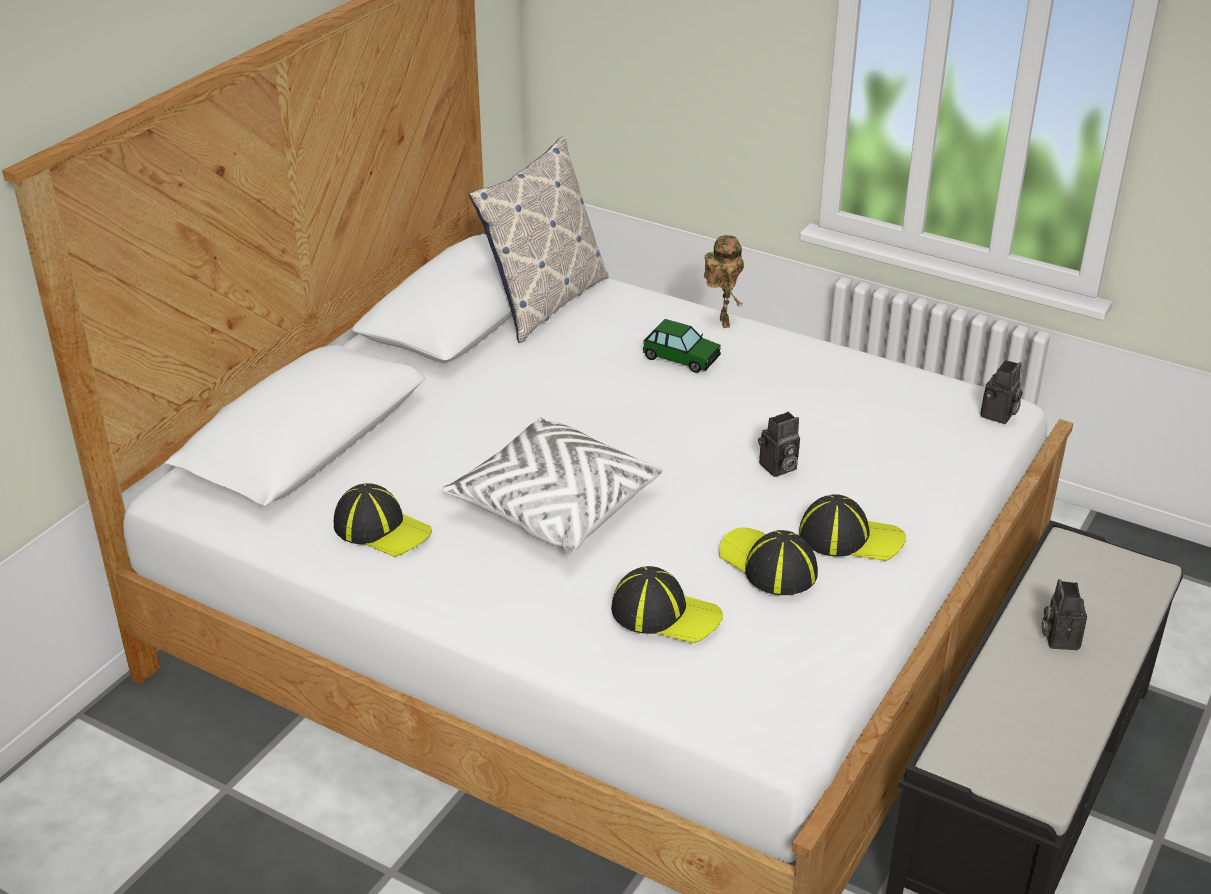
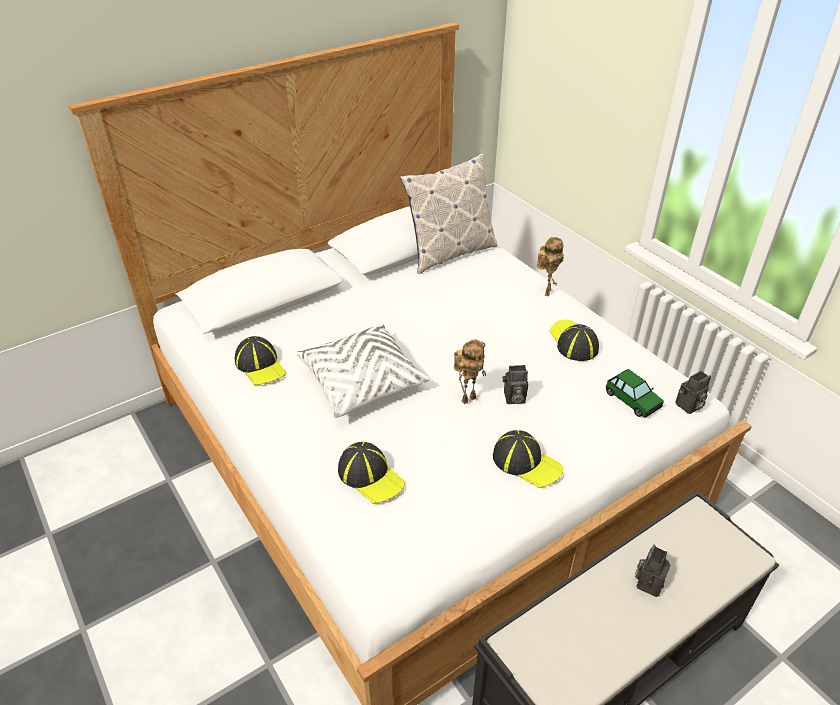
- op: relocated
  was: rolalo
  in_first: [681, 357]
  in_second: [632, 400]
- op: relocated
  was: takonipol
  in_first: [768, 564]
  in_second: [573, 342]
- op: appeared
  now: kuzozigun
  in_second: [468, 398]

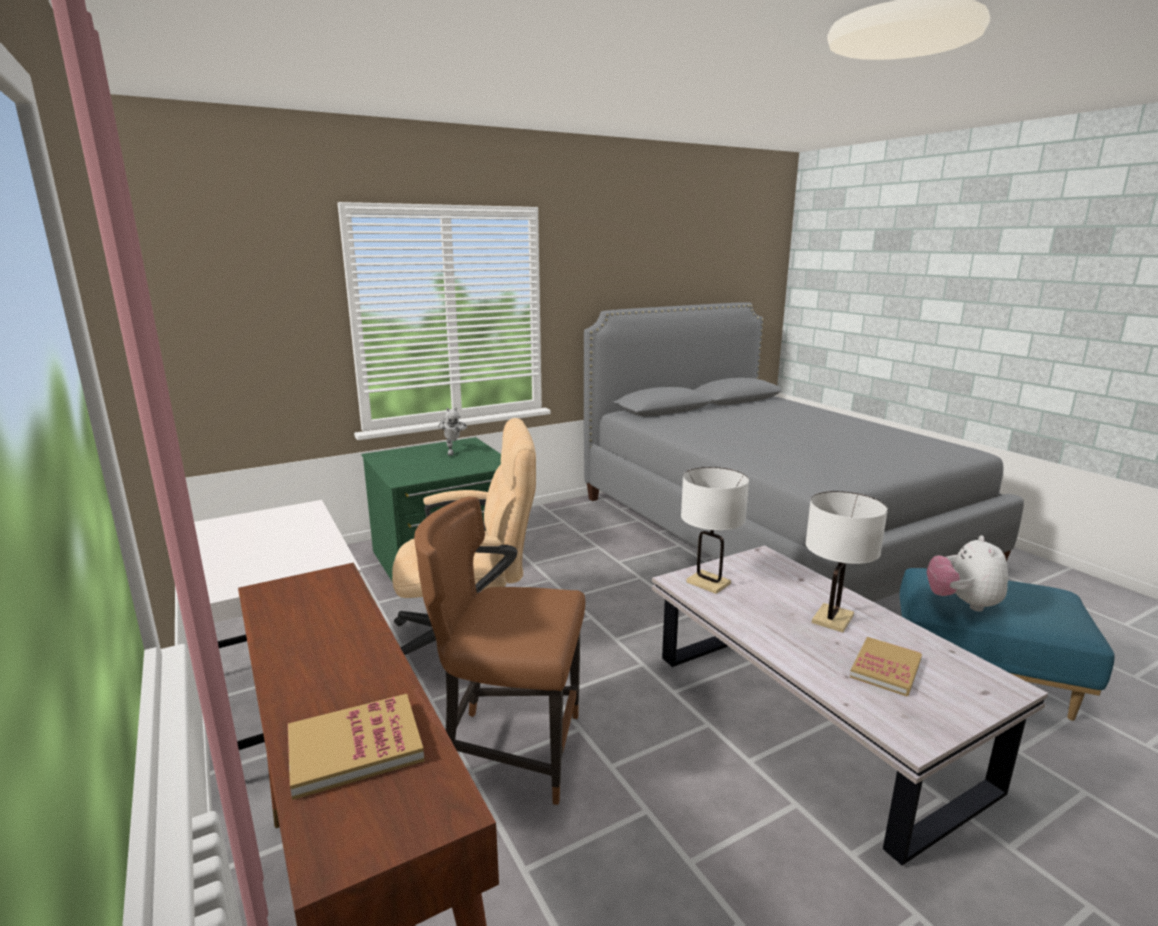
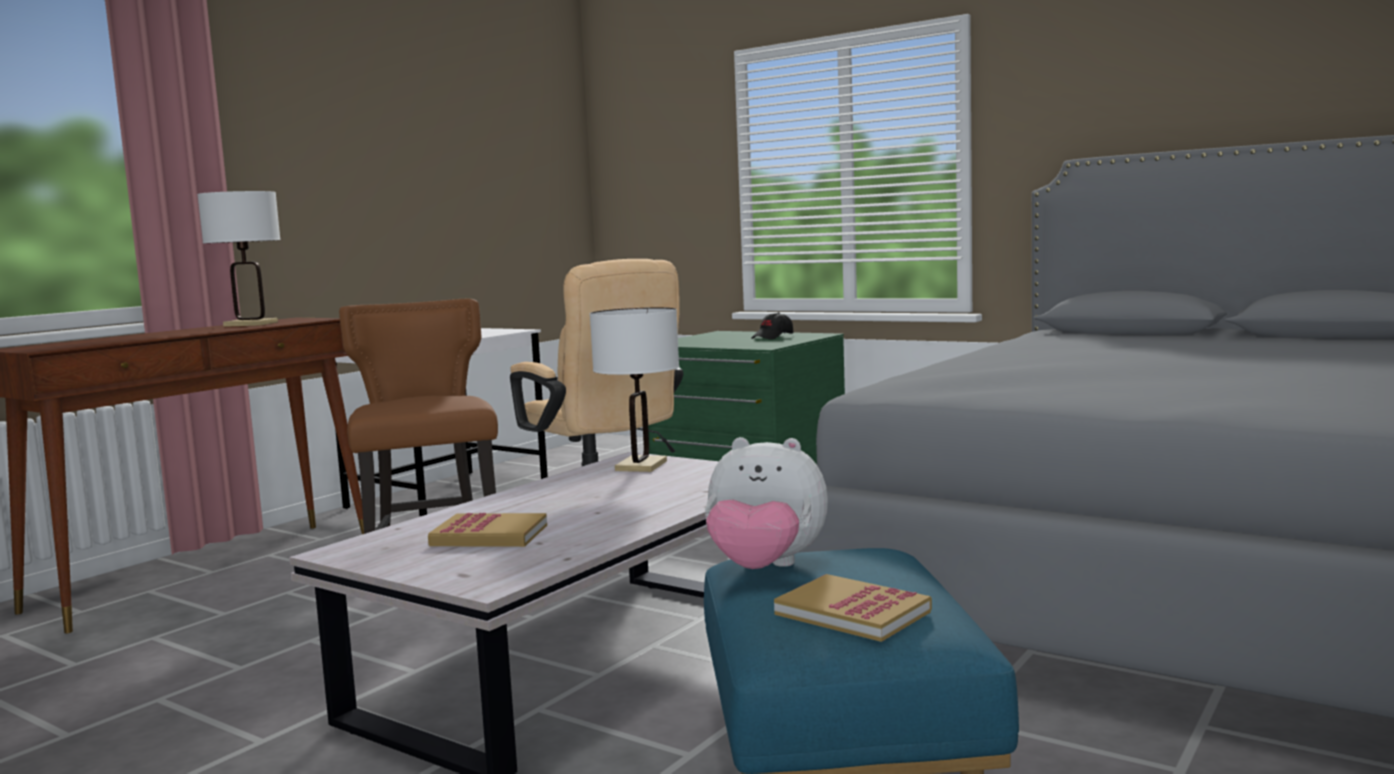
- op: exchanged
  was: kuzozigun
  now: black_takonipol
  in_first: [453, 452]
  in_second: [773, 337]
- op: relocated
  was: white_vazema
  in_first: [832, 619]
  in_second: [251, 324]
- op: spun
  was: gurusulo
  in_first: [962, 603]
  in_second: [765, 568]
  clockwise: -150
- op: relocated
  was: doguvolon
  in_first: [355, 747]
  in_second: [852, 613]

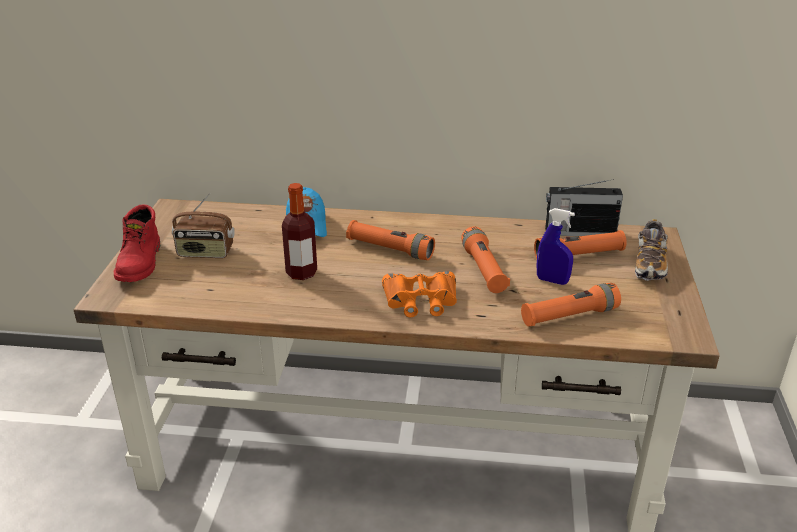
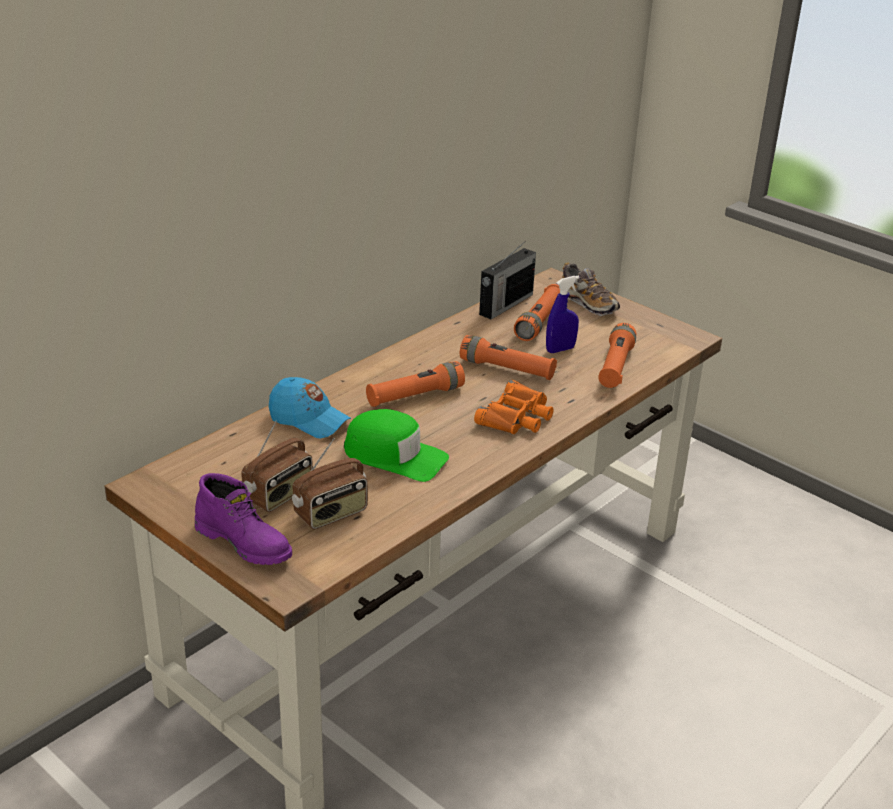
- op: exchanged
  was: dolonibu
  now: green_takonipol
  in_first: [301, 273]
  in_second: [395, 456]
- op: colour
  was: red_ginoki
  now: purple_ginoki
  in_first: [141, 263]
  in_second: [245, 542]
- op: appeared
  now: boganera
  in_second: [331, 514]

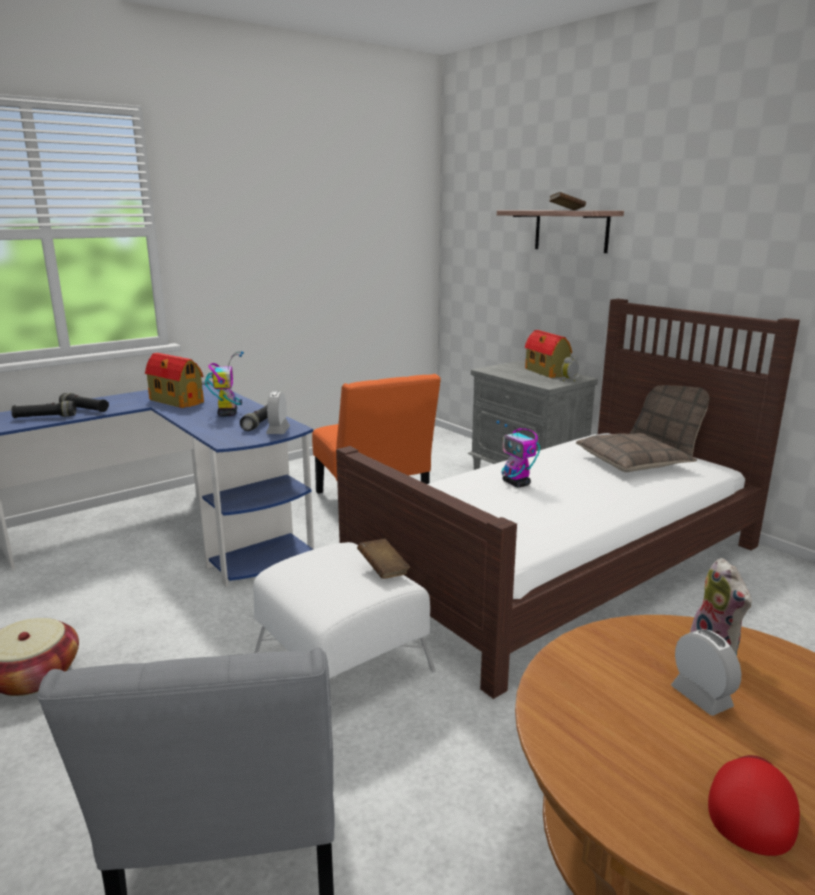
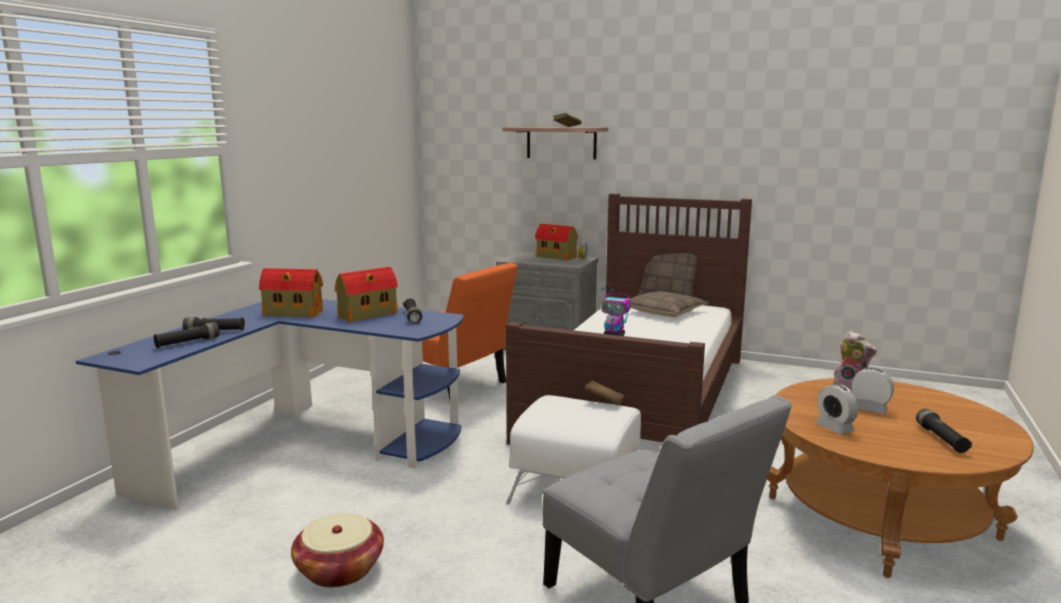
- op: exchanged
  was: kuzozigun
  now: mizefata
  in_first: [227, 413]
  in_second: [366, 315]
- op: relocated
  was: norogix
  in_first: [278, 431]
  in_second: [834, 428]
- op: exchanged
  was: red_takonipol
  now: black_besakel
  in_first: [753, 804]
  in_second: [941, 439]

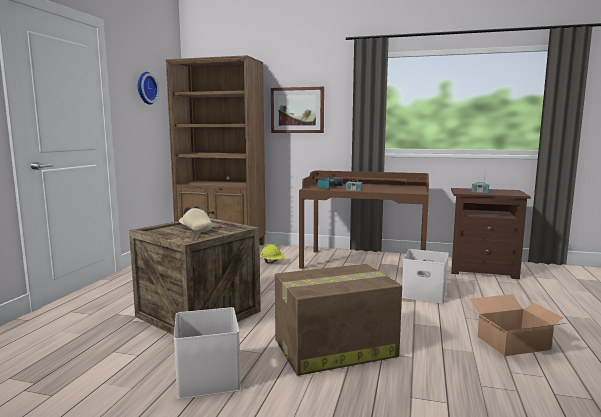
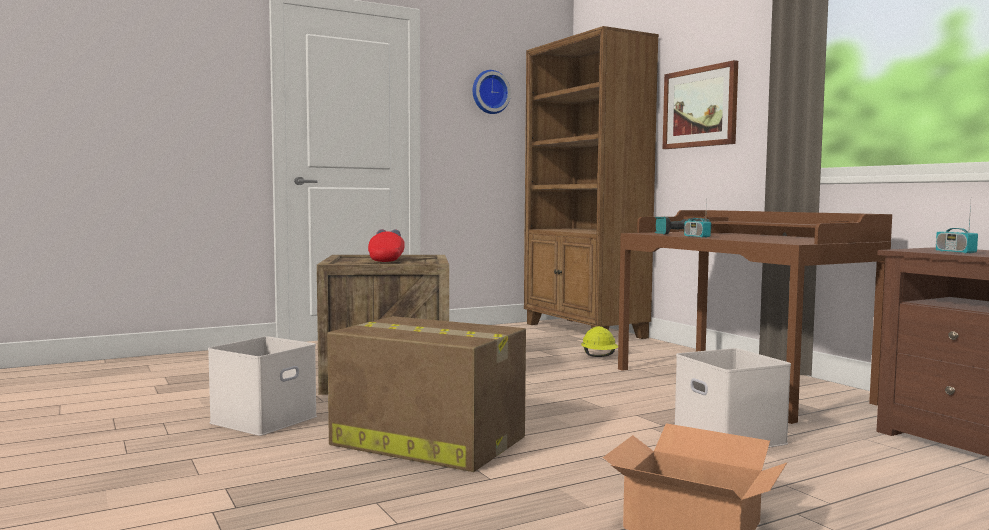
- op: colour
  was: beige_takonipol
  now: red_takonipol
  in_first: [195, 229]
  in_second: [386, 260]

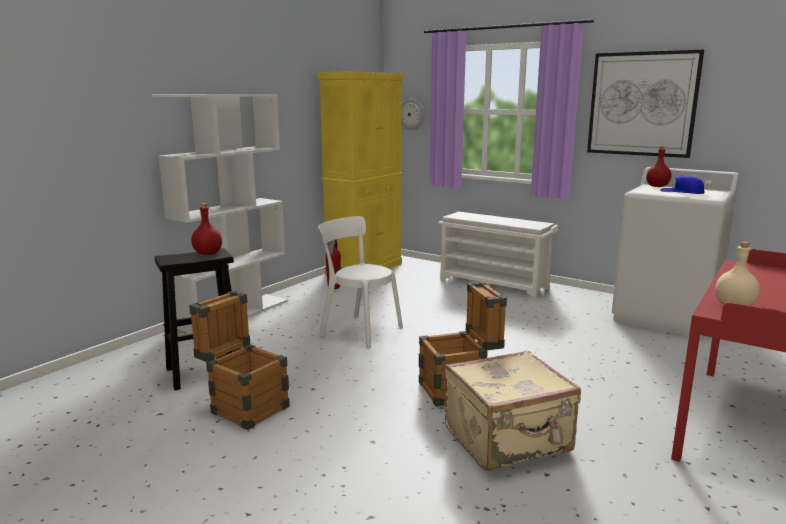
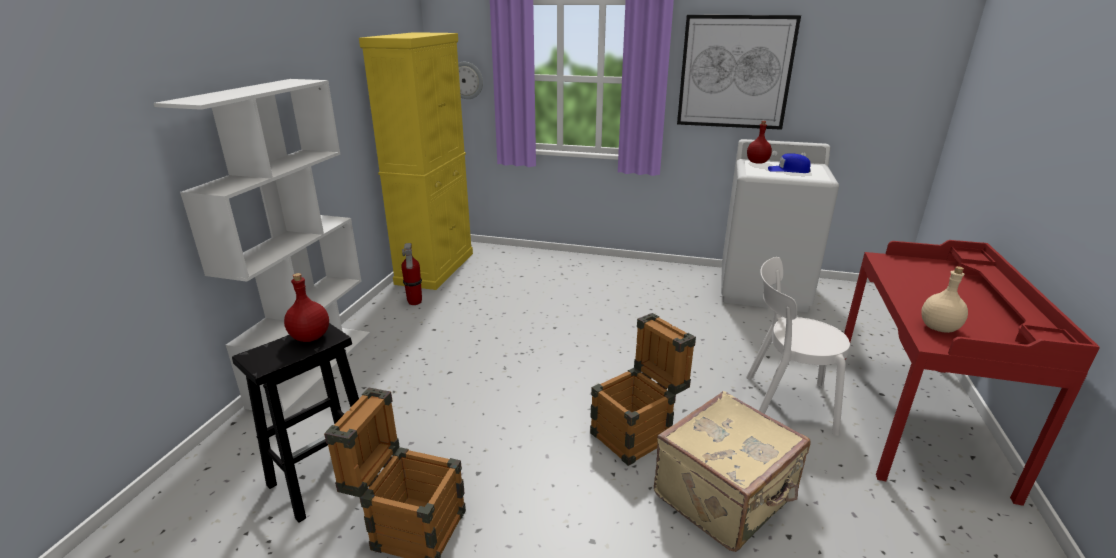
- op: missing
  was: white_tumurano
  in_first: [494, 283]
- op: relocated
  was: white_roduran
  in_first: [358, 330]
  in_second: [783, 403]

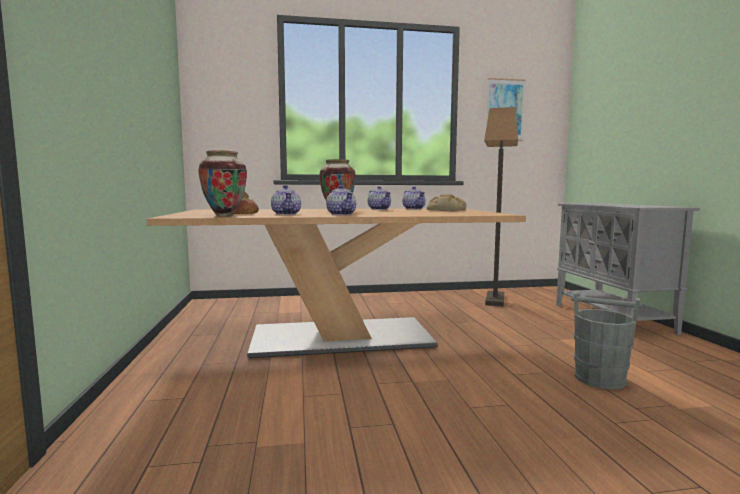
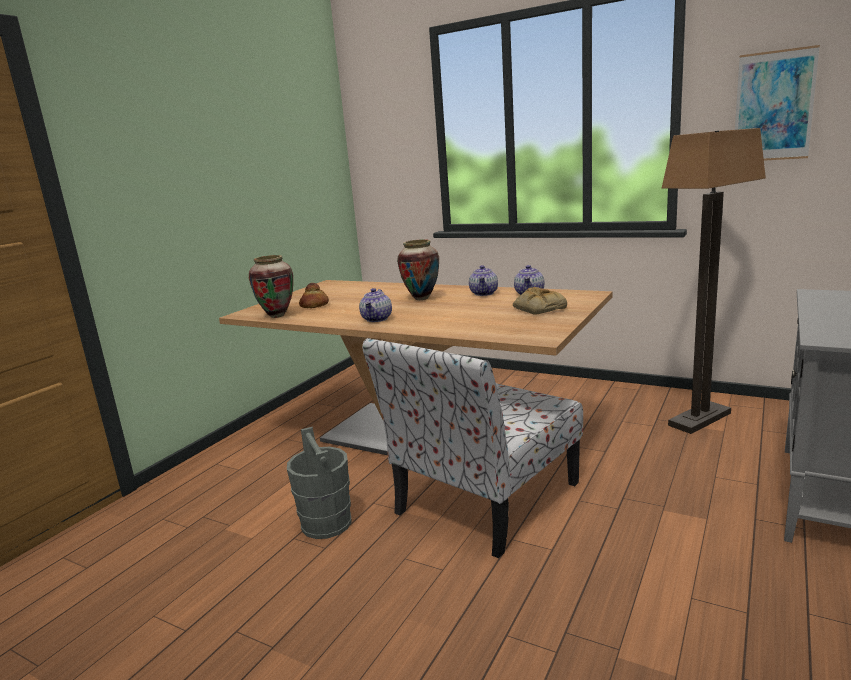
- op: missing
  was: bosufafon
  in_first: [286, 214]
- op: relocated
  was: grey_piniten
  in_first: [599, 379]
  in_second: [326, 523]
- op: appeared
  now: roduran
  in_second: [484, 500]

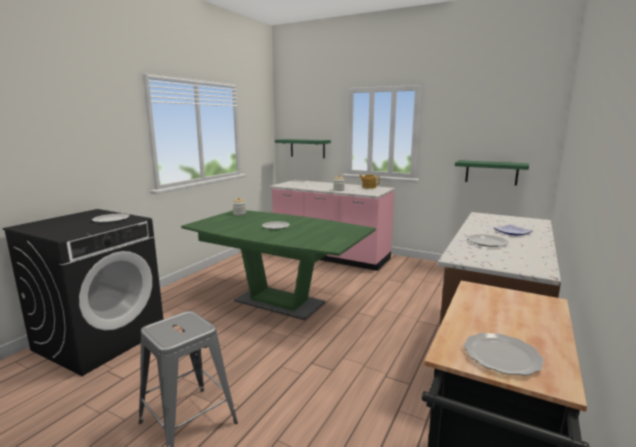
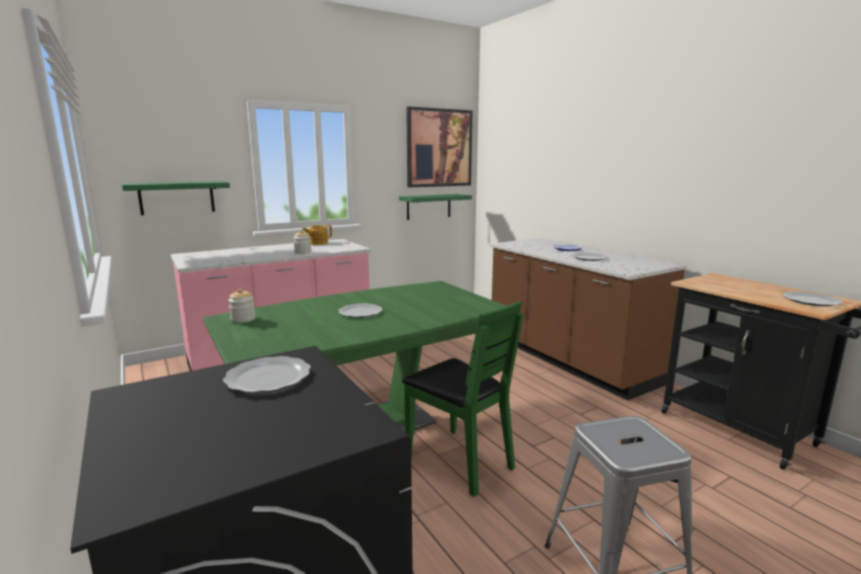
- op: appeared
  now: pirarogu
  in_second: [439, 148]
- op: appeared
  now: green_roduran
  in_second: [459, 461]

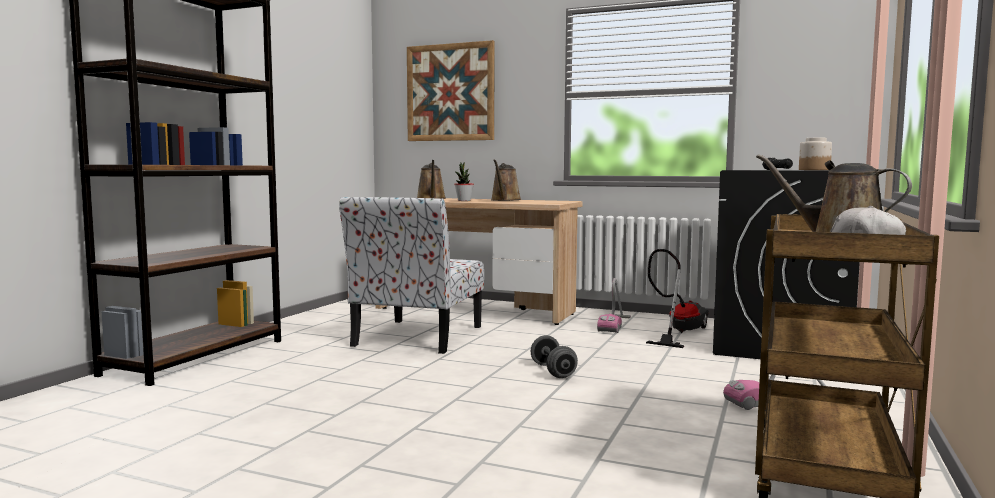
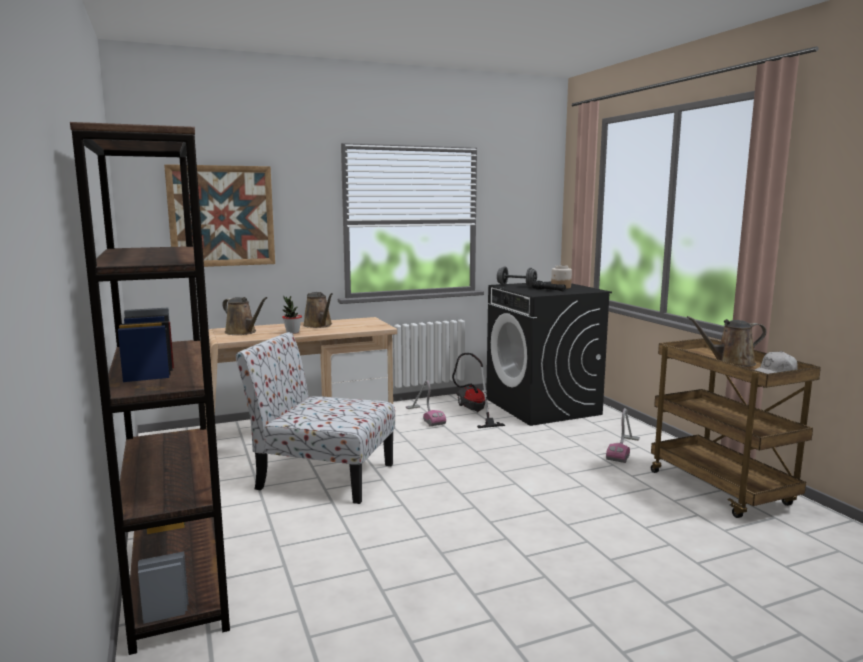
- op: spun
  was: roduran
  in_first: [417, 337]
  in_second: [322, 476]
  clockwise: 135
- op: relocated
  was: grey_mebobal
  in_first: [553, 371]
  in_second: [516, 286]

